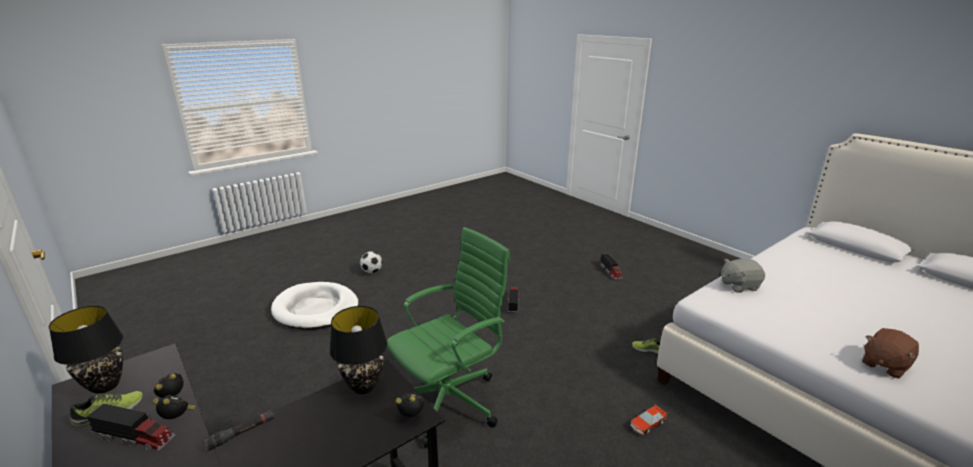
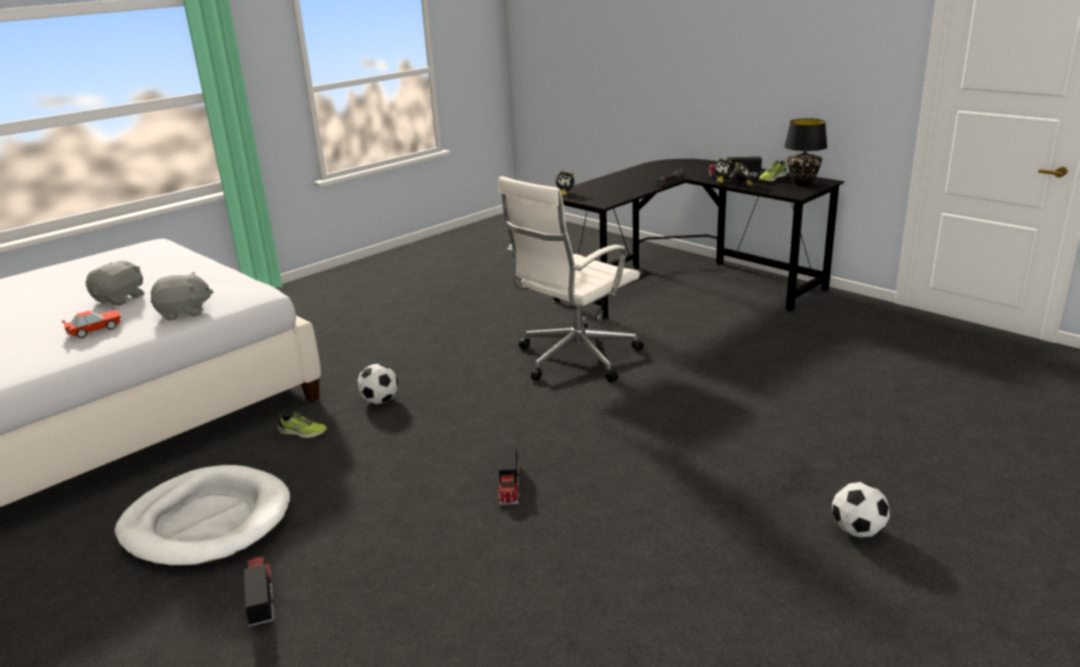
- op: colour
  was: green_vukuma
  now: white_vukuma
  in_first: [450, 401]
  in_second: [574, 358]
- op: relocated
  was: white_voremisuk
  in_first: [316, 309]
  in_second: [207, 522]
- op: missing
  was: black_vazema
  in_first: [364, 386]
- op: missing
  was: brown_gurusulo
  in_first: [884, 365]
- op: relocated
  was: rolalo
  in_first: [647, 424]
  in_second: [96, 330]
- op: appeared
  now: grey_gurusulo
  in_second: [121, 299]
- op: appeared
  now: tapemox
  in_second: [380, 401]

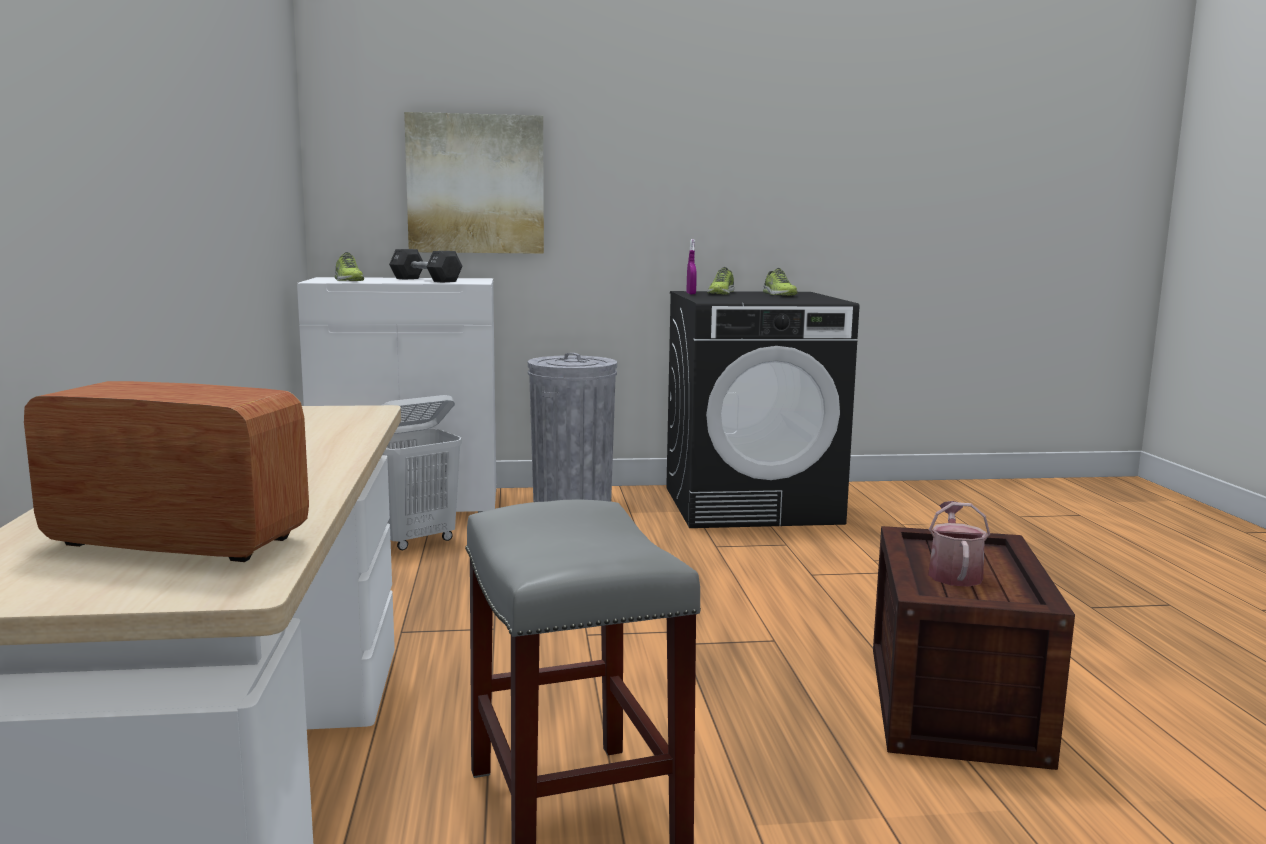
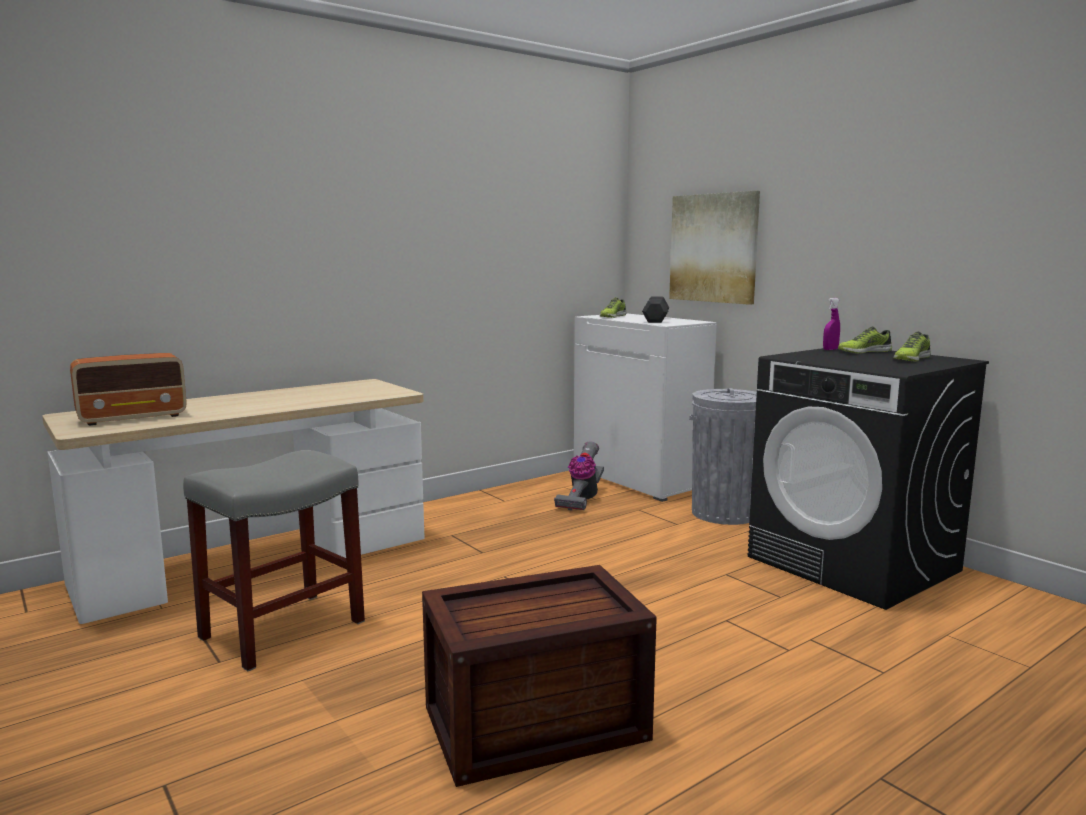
- op: spun
  was: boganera
  in_first: [175, 542]
  in_second: [134, 418]
  clockwise: 75
- op: exchanged
  was: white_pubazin
  now: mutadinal
  in_first: [416, 541]
  in_second: [582, 499]
- op: missing
  was: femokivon
  in_first: [954, 573]

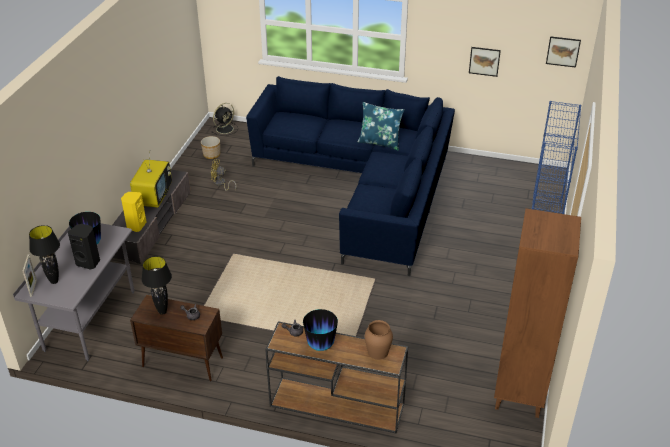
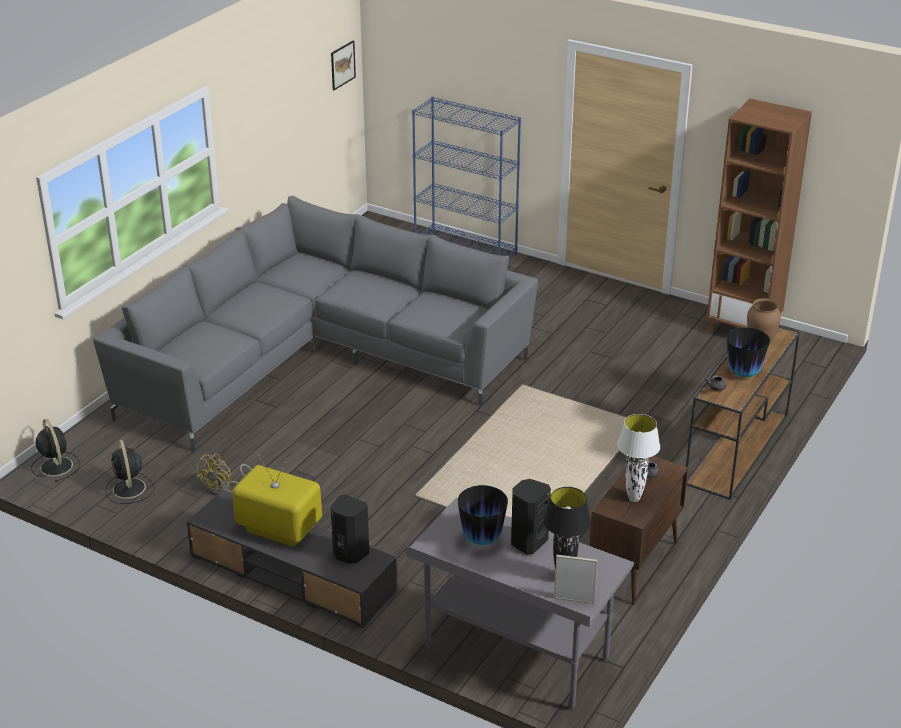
- op: missing
  was: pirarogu
  in_first: [484, 61]
- op: colour
  was: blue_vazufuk
  now: grey_vazufuk
  in_first: [365, 186]
  in_second: [316, 358]
- op: missing
  was: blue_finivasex
  in_first: [380, 142]
- op: exchanged
  was: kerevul
  now: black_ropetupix
  in_first: [211, 155]
  in_second: [129, 489]
- op: colour
  was: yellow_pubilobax
  now: black_pubilobax
  in_first: [136, 225]
  in_second: [350, 554]
- op: colour
  was: black_vazema
  now: white_vazema
  in_first: [162, 312]
  in_second: [633, 499]

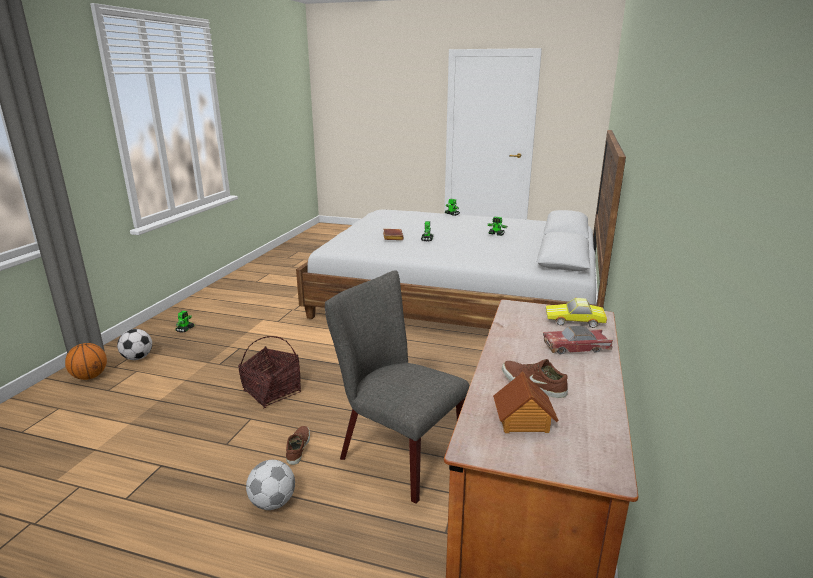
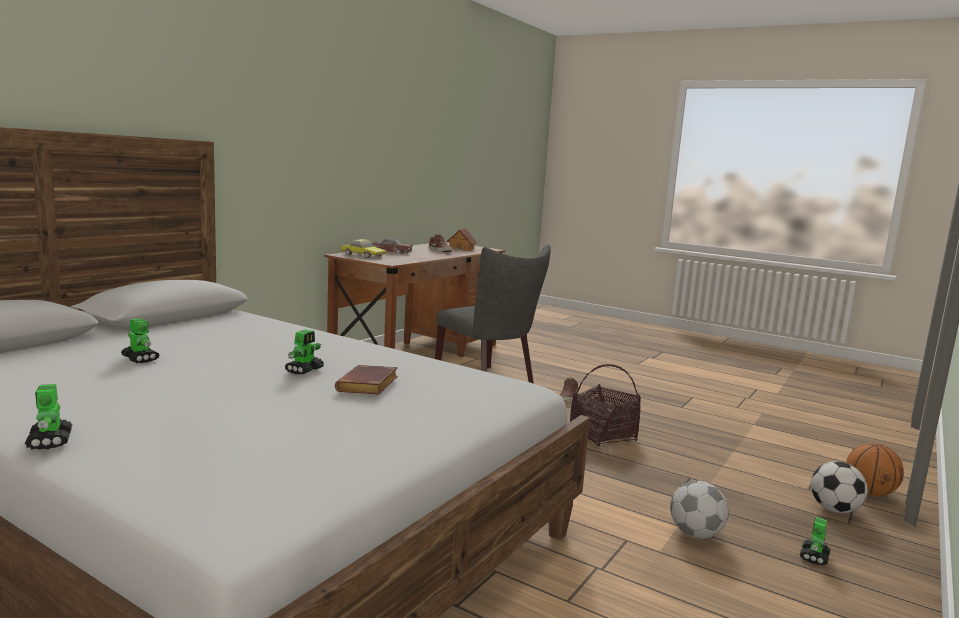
- op: relocated
  was: tapemox
  in_first: [272, 502]
  in_second: [696, 534]

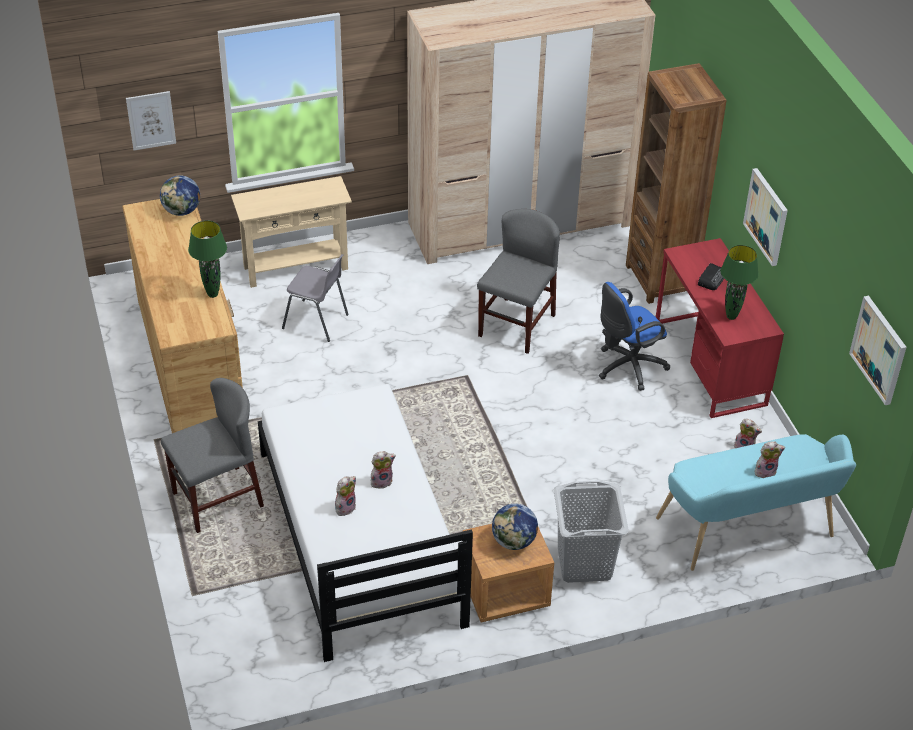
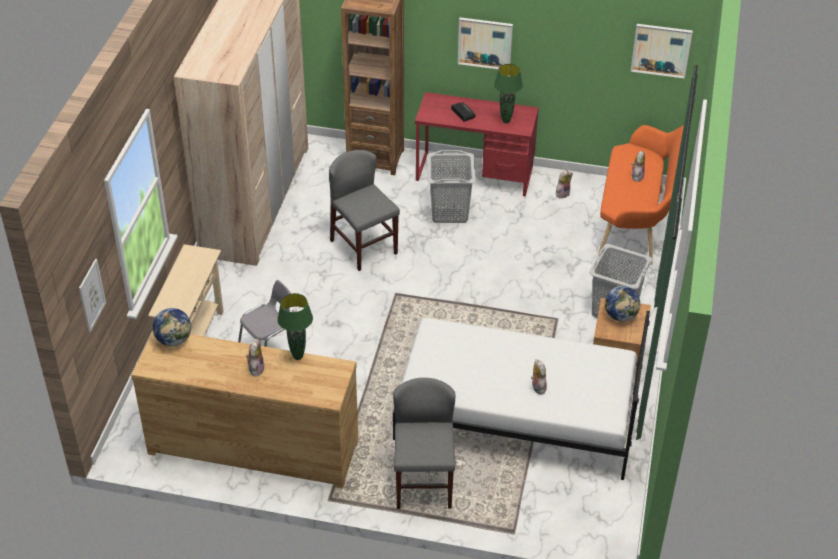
- op: exchanged
  was: blue_vukuma
  now: grey_pubazin
  in_first: [627, 367]
  in_second: [449, 212]
- op: colour
  was: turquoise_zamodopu
  now: orange_zamodopu
  in_first: [750, 532]
  in_second: [636, 225]
- op: relocated
  was: gurusulo
  in_first: [382, 481]
  in_second: [255, 368]

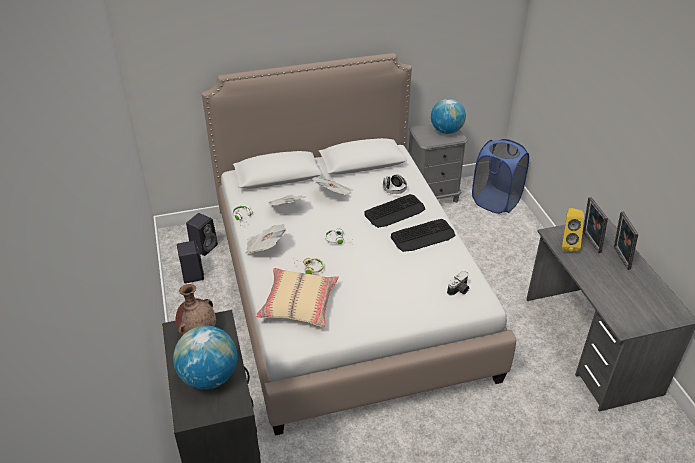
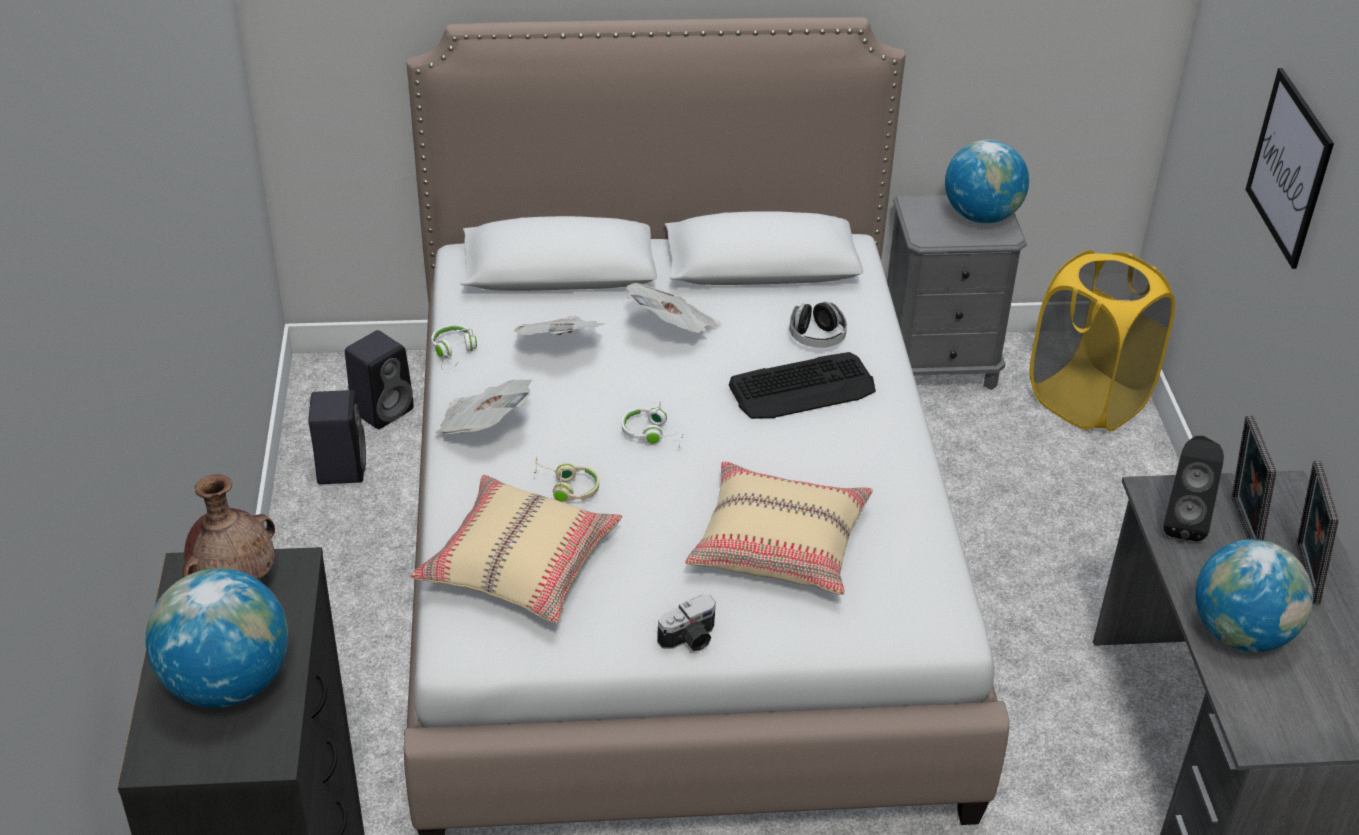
- op: colour
  was: blue_pubazin
  now: yellow_pubazin
  in_first: [495, 201]
  in_second: [1087, 400]
- op: colour
  was: yellow_pubilobax
  now: black_pubilobax
  in_first: [567, 244]
  in_second: [1182, 522]
- op: missing
  was: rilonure
  in_first: [423, 236]
- op: relocated
  was: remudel
  in_first: [459, 290]
  in_second: [690, 639]
- op: appeared
  now: pirarogu
  in_second: [1289, 167]
- op: appeared
  now: beige_finivasex
  in_second: [779, 543]
- op: appeared
  now: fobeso
  in_second: [1241, 634]

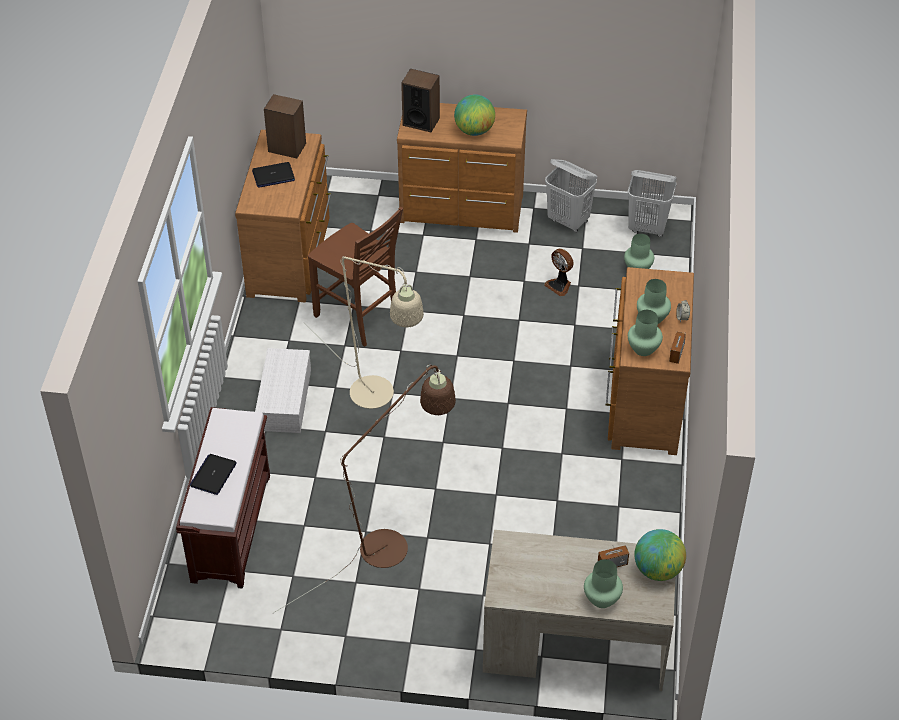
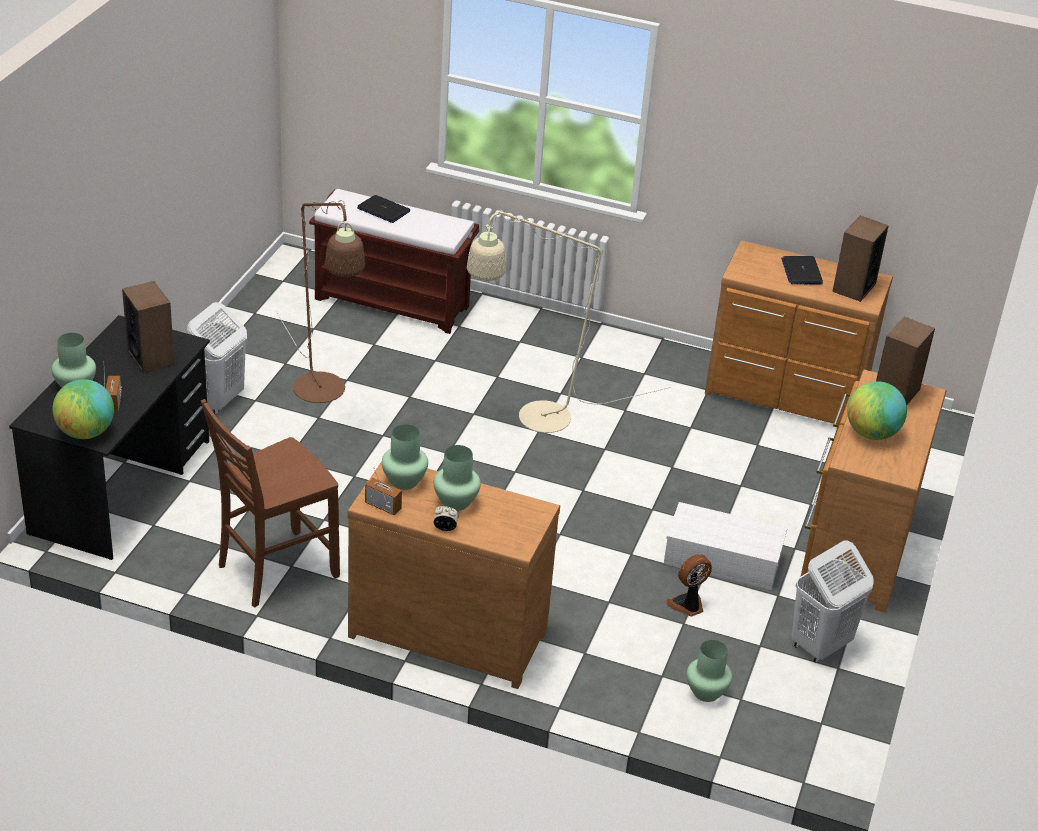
- op: relocated
  was: white_pubazin
  in_first: [647, 228]
  in_second: [217, 401]
- op: relocated
  was: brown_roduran
  in_first: [358, 317]
  in_second: [274, 570]
- op: relocated
  was: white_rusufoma
  in_first: [285, 400]
  in_second: [720, 560]
- op: colour
  was: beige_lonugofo
  now: black_lonugofo
  in_first: [574, 646]
  in_second: [121, 487]
- op: appeared
  now: pubilobax
  in_second: [151, 357]

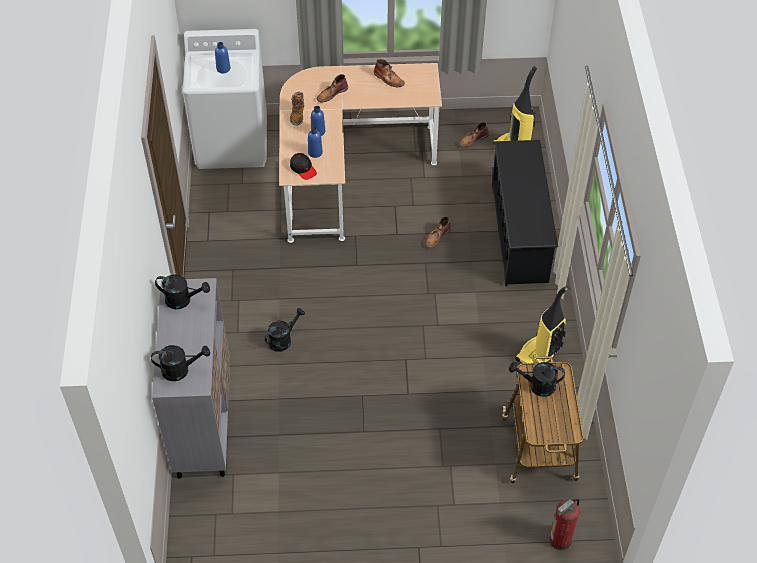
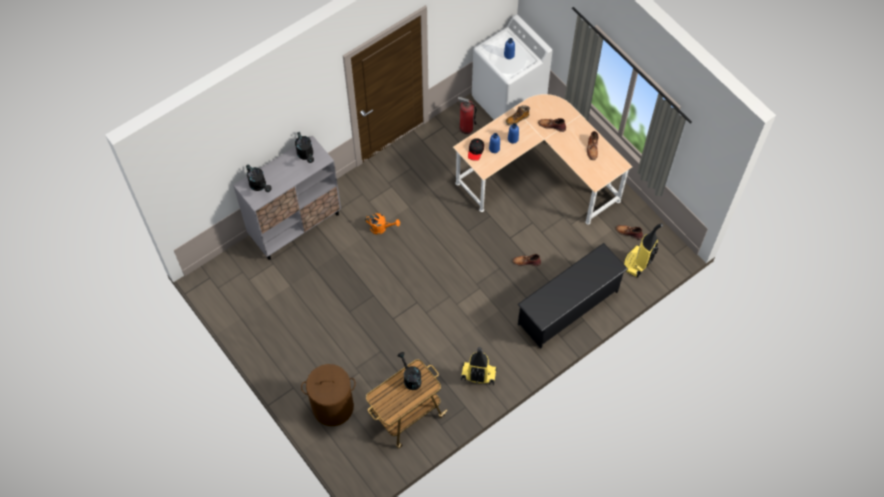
- op: colour
  was: black_femokivon
  now: orange_femokivon
  in_first: [283, 339]
  in_second: [381, 228]
- op: relocated
  was: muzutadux
  in_first: [560, 540]
  in_second: [466, 128]
- op: appeared
  now: brown_pubazin
  in_second: [333, 406]

